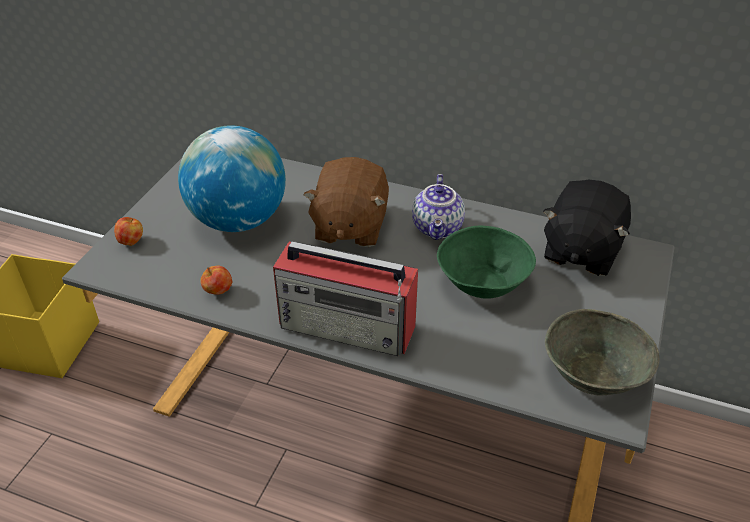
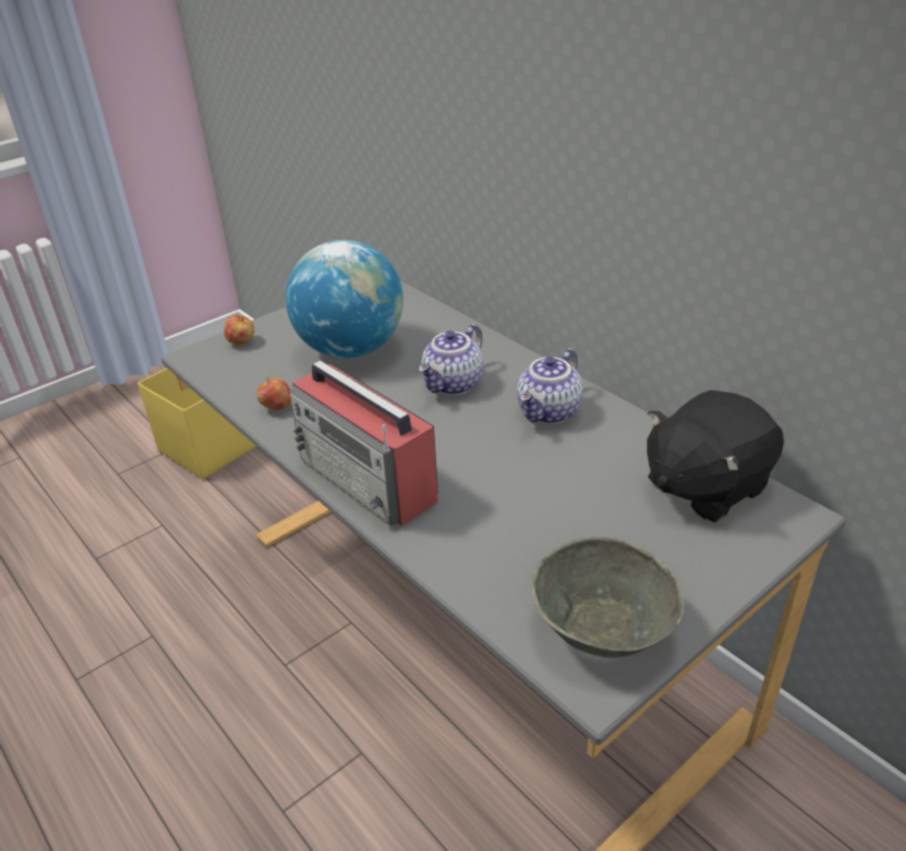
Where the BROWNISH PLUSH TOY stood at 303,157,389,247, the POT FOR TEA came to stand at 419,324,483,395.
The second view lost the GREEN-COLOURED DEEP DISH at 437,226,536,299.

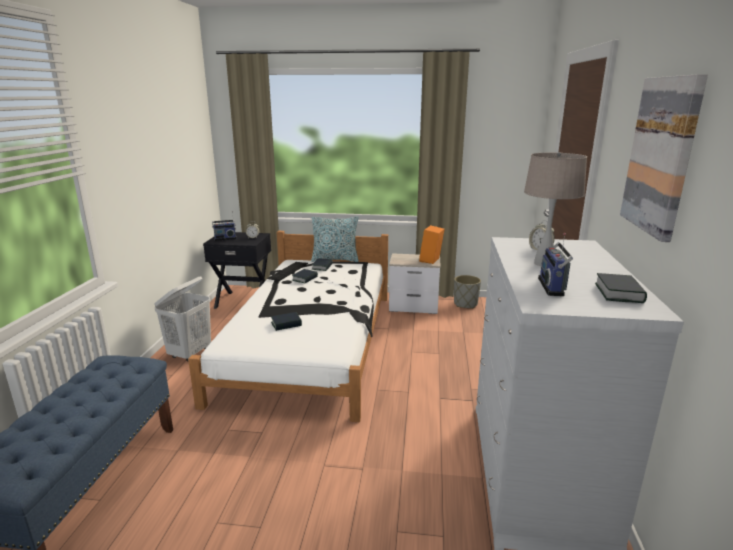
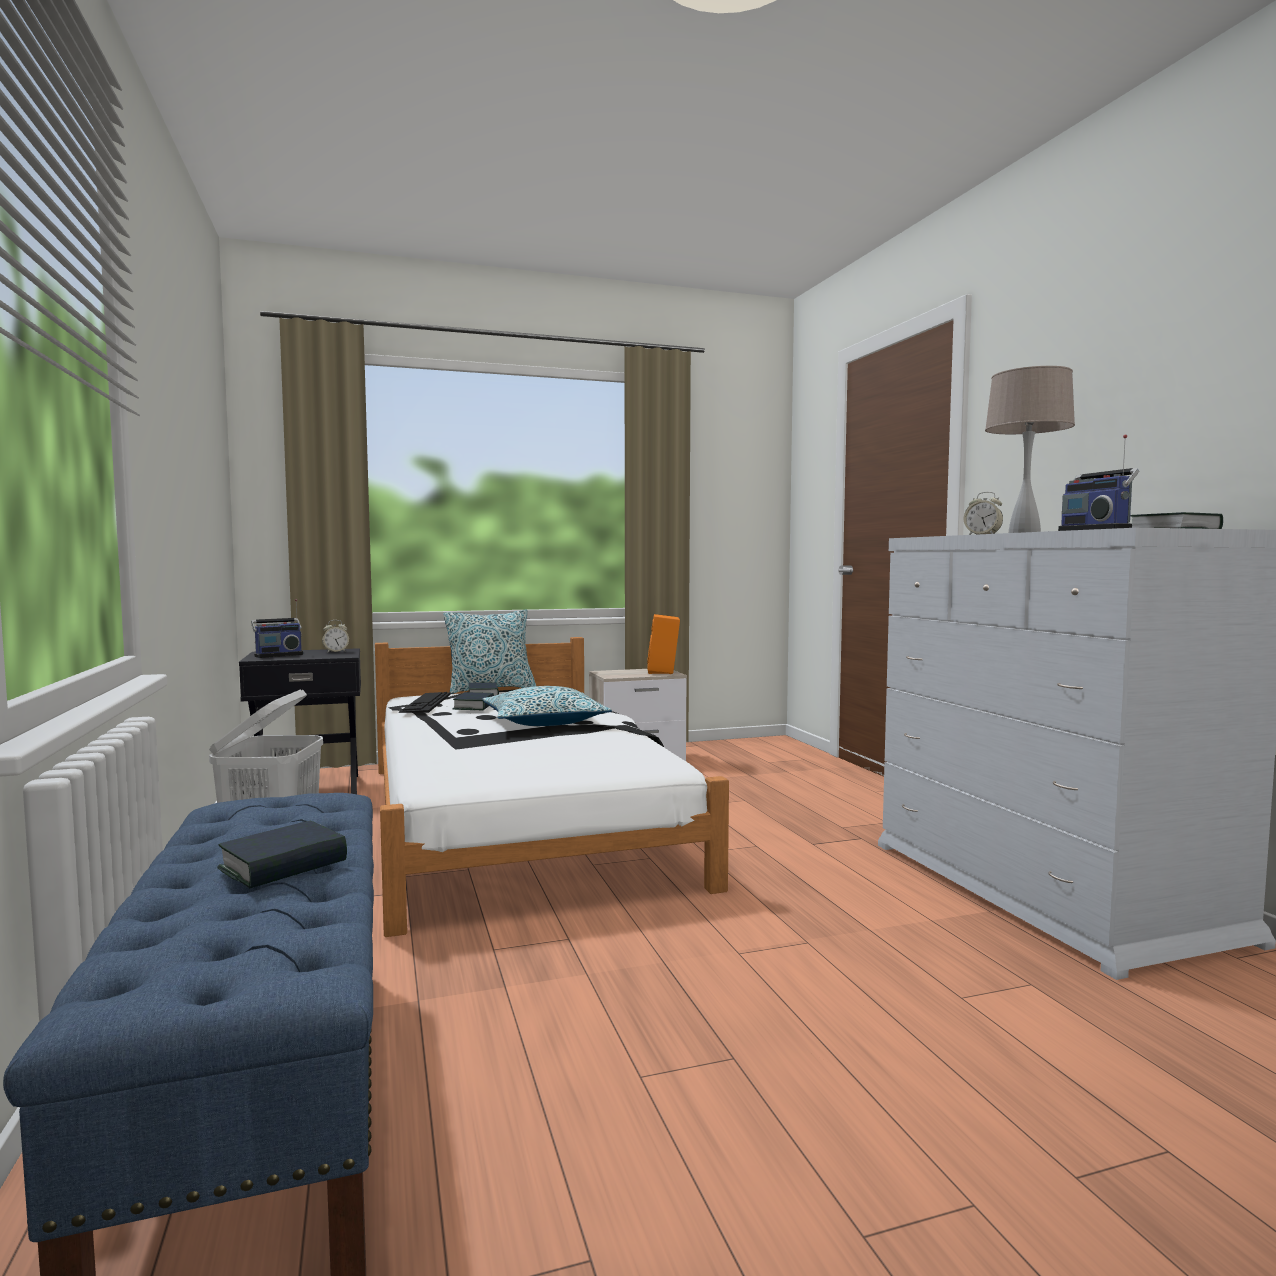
The BOOK ended up elsewhere, having gone from 271,312,302,331 to 217,821,347,888.
The second view gained the CUSHION at 483,686,612,726.
The second view lost the GREYISH PLANTER at 454,275,481,308.
The second view lost the PICTURE at 620,74,708,242.

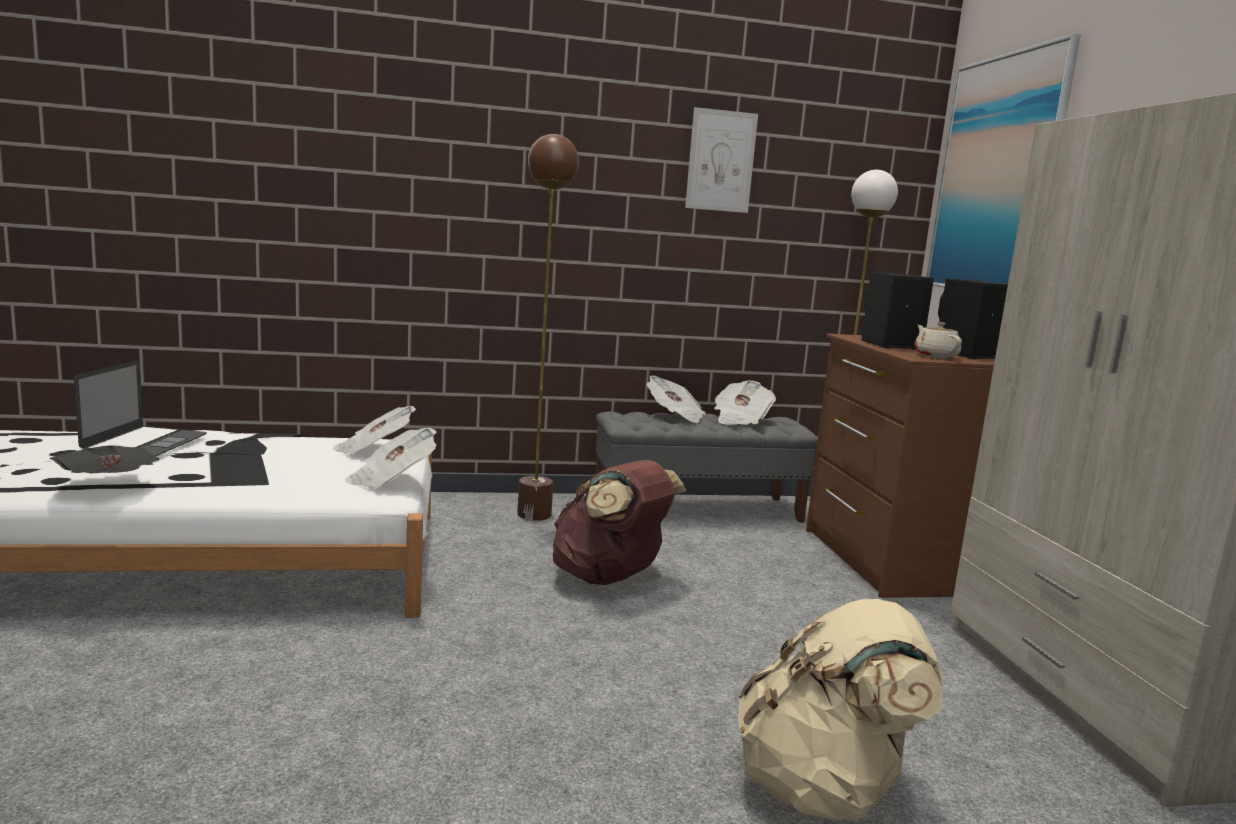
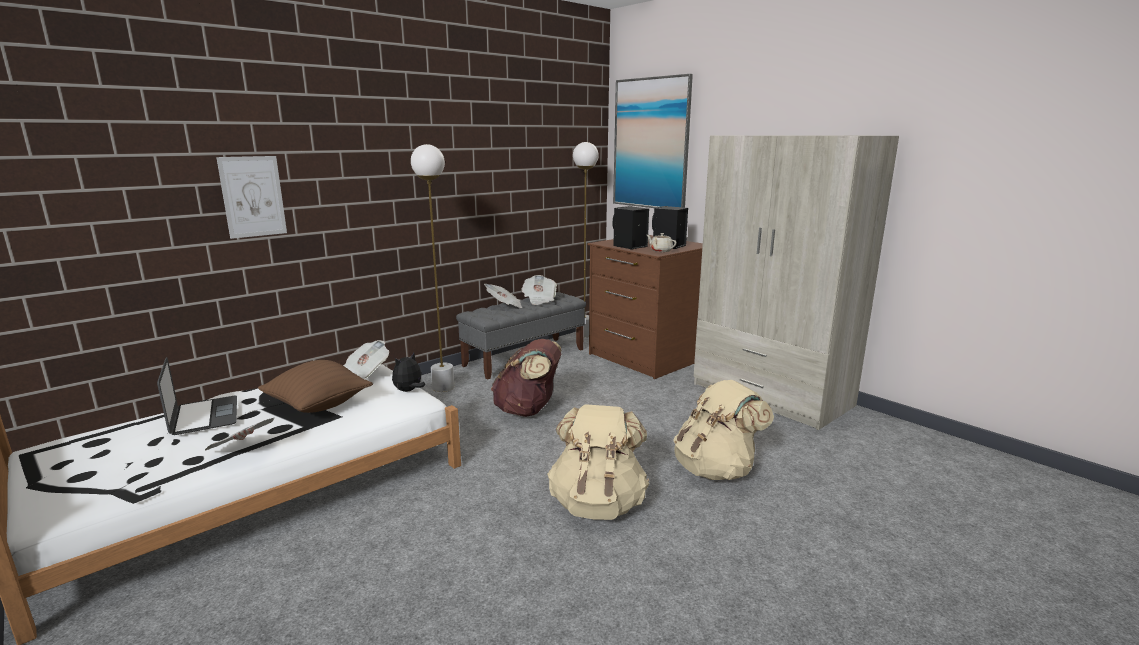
The PICTURE ended up elsewhere, having gone from 685,107,758,213 to 216,156,287,239.
The second view gained the BROWNISH CUSHION at 258,360,373,413.
Where the NEWSPAPER stood at 345,428,437,488, the PLUSH TOY came to stand at 392,353,426,392.
What was the BROWNISH STANDARD LAMP at 517,134,579,521 turned into the WHITISH STANDARD LAMP at 411,144,454,392.
The second view gained the BEIGE-COLOURED BACKPACK at 547,404,649,520.

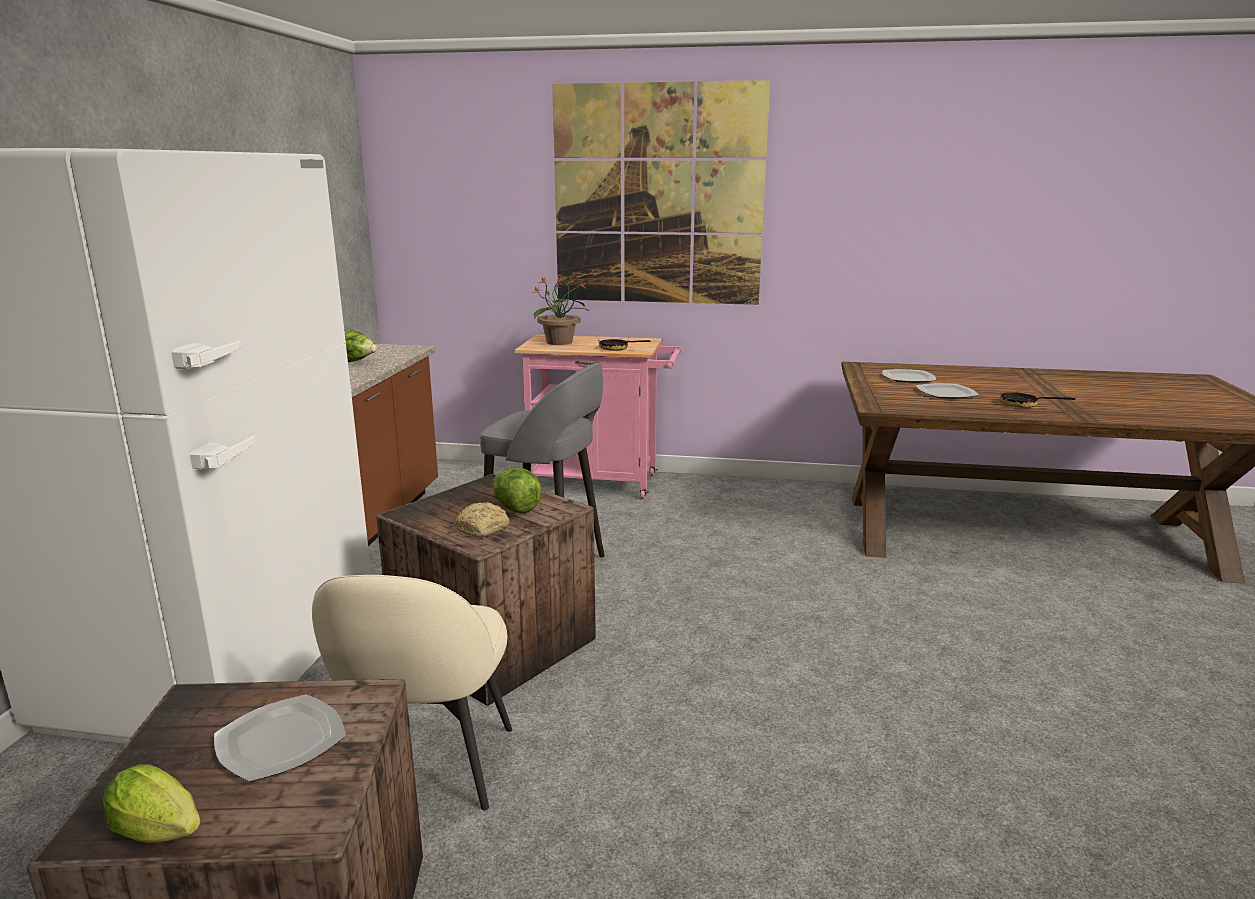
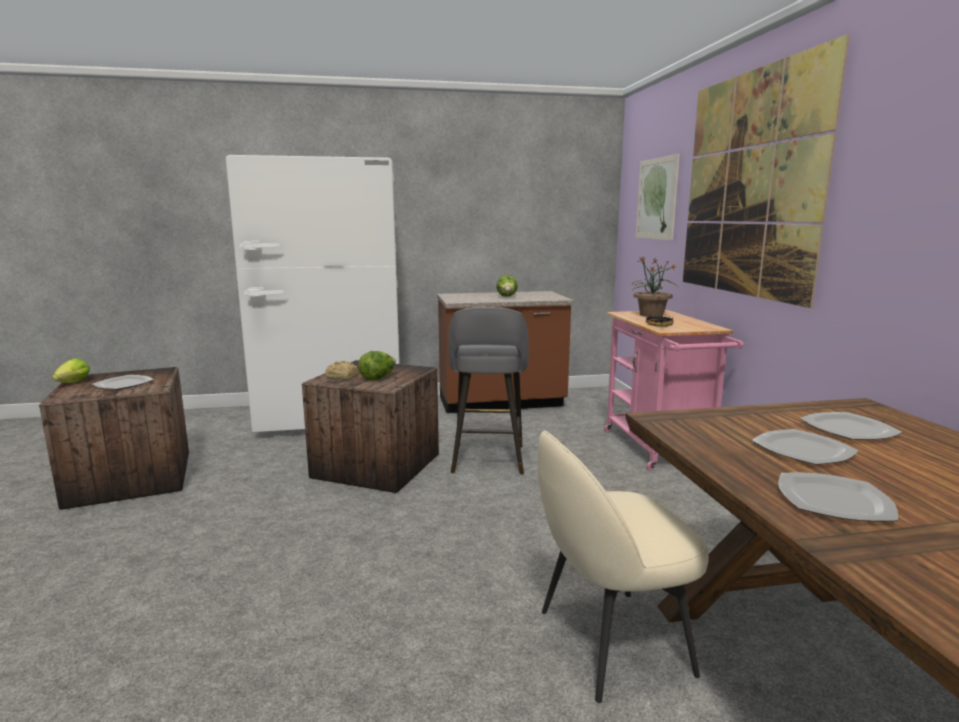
The BEIGE-COLOURED UPRIGHT CHAIR ended up elsewhere, having gone from 312,575,512,810 to 538,430,709,703.
The second view gained the PICTURE at 636,154,679,240.
Where the FRYING PAN stood at 1000,388,1076,408, the FLAT DISH came to stand at 778,473,898,521.

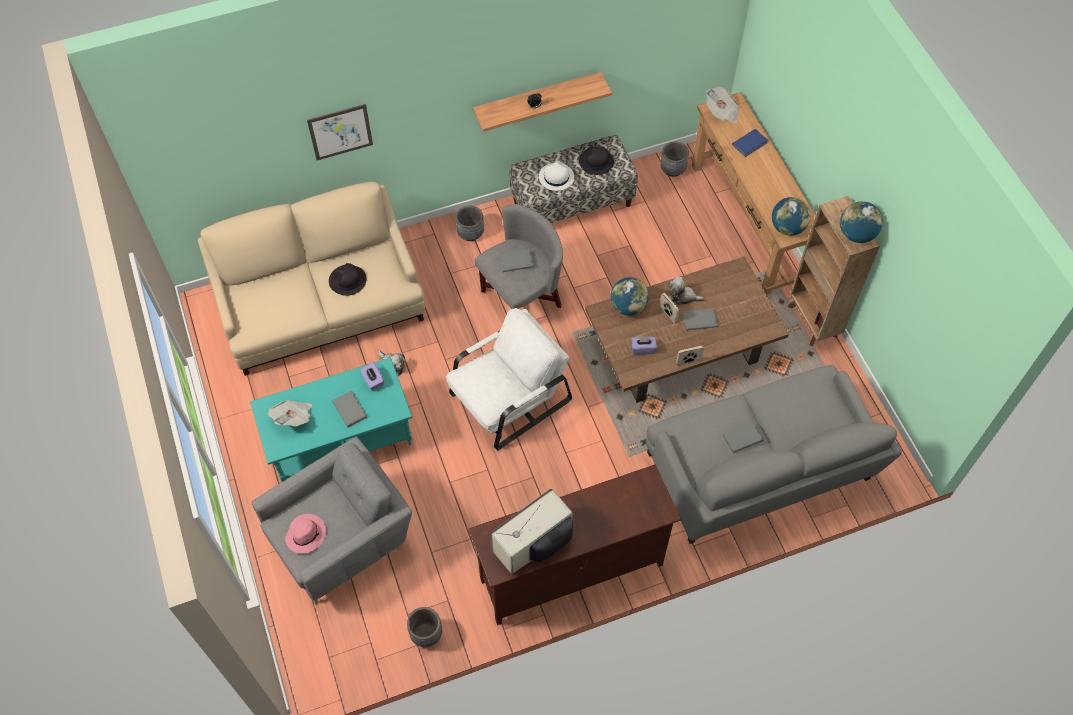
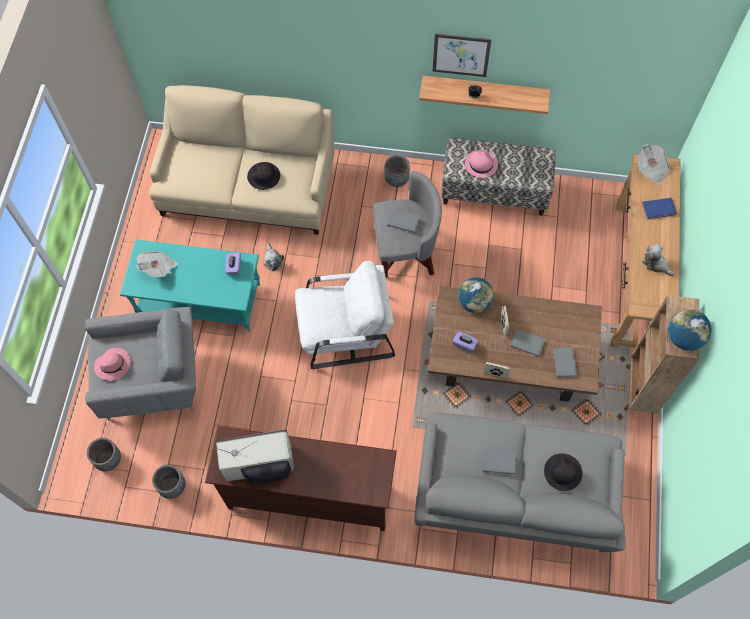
The GREYISH PLANTER ended up elsewhere, having gone from 660,141,689,177 to 87,438,121,471.
The PICTURE ended up elsewhere, having gone from 307,104,373,160 to 433,33,491,77.
What was the WHITISH HAT at 539,161,574,191 turned into the PINKISH HAT at 465,150,498,178.
The BLACK-COLOURED HAT ended up elsewhere, having gone from 579,146,614,175 to 544,453,582,491.
The GREYISH BOOK ended up elsewhere, having gone from 332,390,367,427 to 553,347,577,378.
The PLUSH TOY ended up elsewhere, having gone from 668,276,705,305 to 642,244,674,276.
The second view lost the WORLD GLOBE at 772,197,811,236.

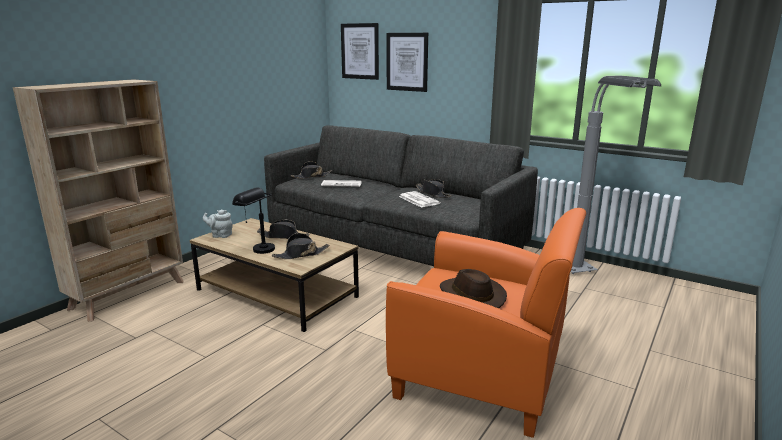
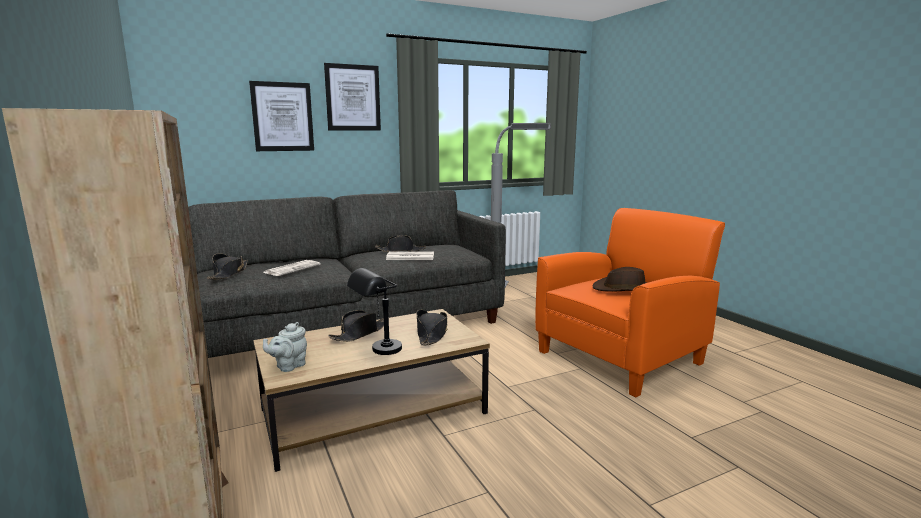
The PICTURE ended up elsewhere, having gone from 341,23,379,80 to 324,63,381,131.

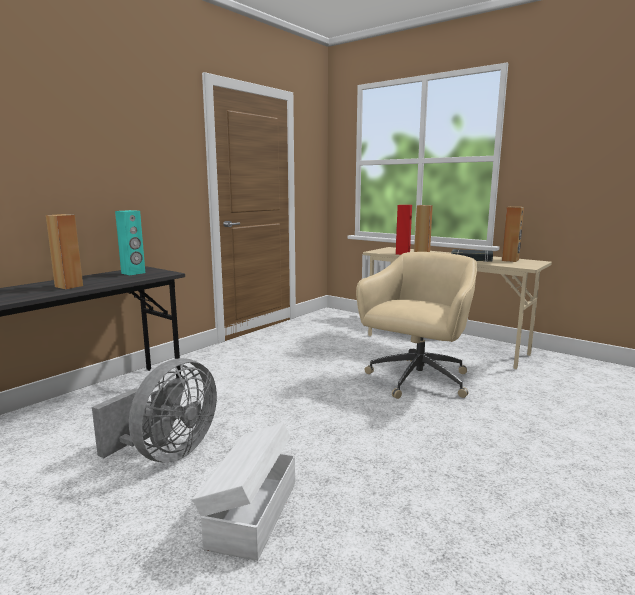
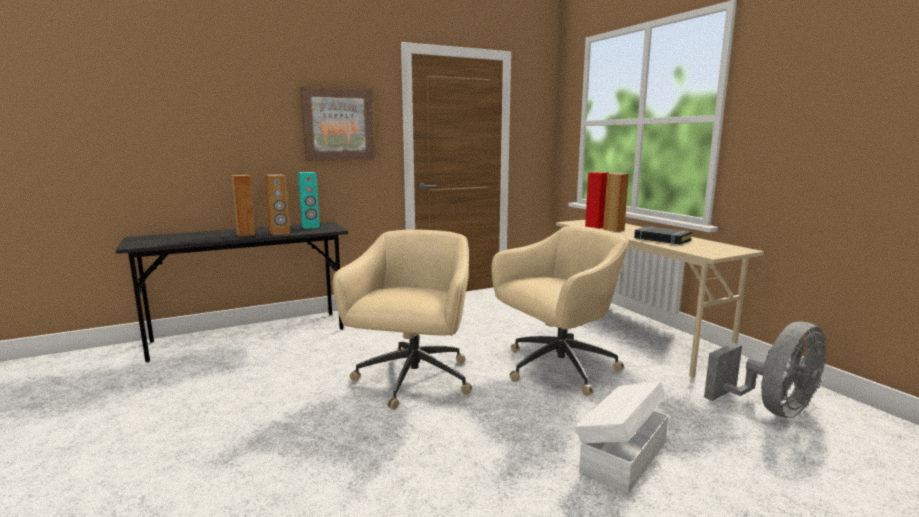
The BROWNISH LOUDSPEAKER ended up elsewhere, having gone from 502,207,524,262 to 265,174,290,235.
The second view gained the PICTURE at 300,87,375,161.
The second view gained the BEIGE-COLOURED OFFICE CHAIR at 333,229,472,410.
The WHITISH STORAGE CONTAINER ended up elsewhere, having gone from 192,422,295,561 to 575,381,669,494.
The GREYISH ELECTRIC FAN ended up elsewhere, having gone from 92,358,217,463 to 704,321,826,418.

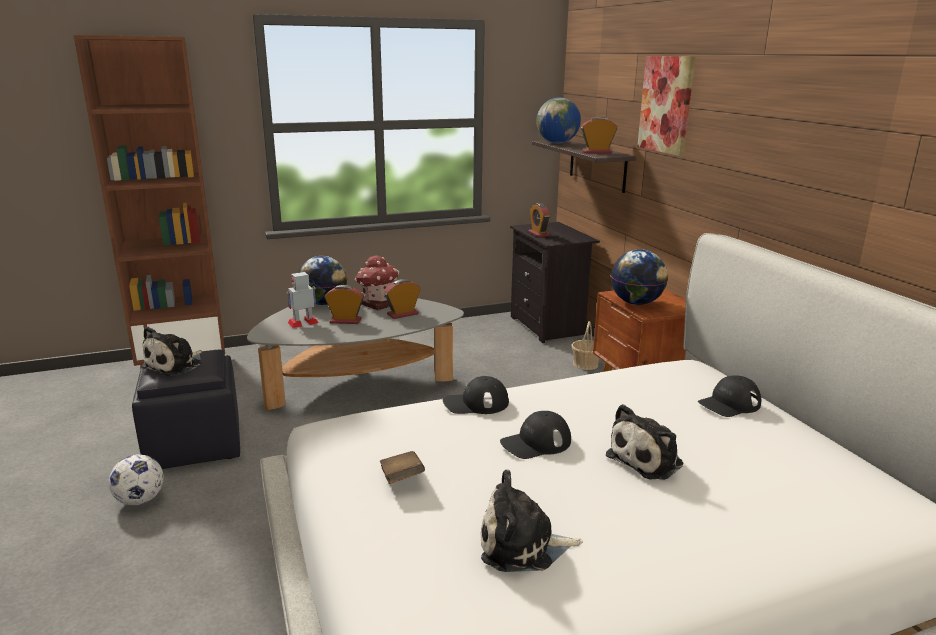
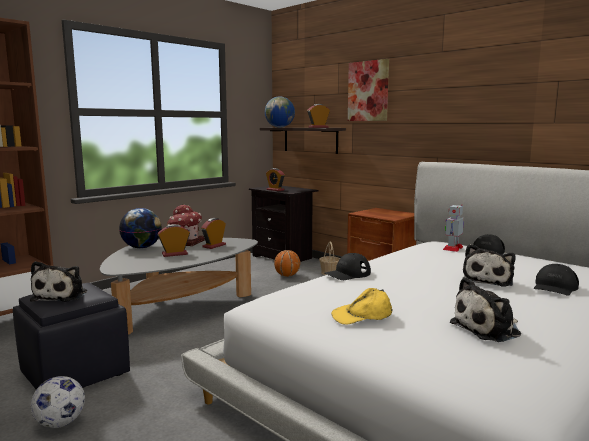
The second view gained the BASKETBALL at 274,250,300,277.
Where the BROWNISH BOOK stood at 380,451,425,484, the YELLOWISH BASEBALL CAP came to stand at 331,288,393,325.
The ROBOT FIGURE ended up elsewhere, having gone from 286,272,319,328 to 443,205,464,252.
The BLACK-COLOURED BASEBALL CAP ended up elsewhere, having gone from 500,411,571,459 to 534,264,579,295.
The second view lost the WORLD GLOBE at 611,249,668,305.

